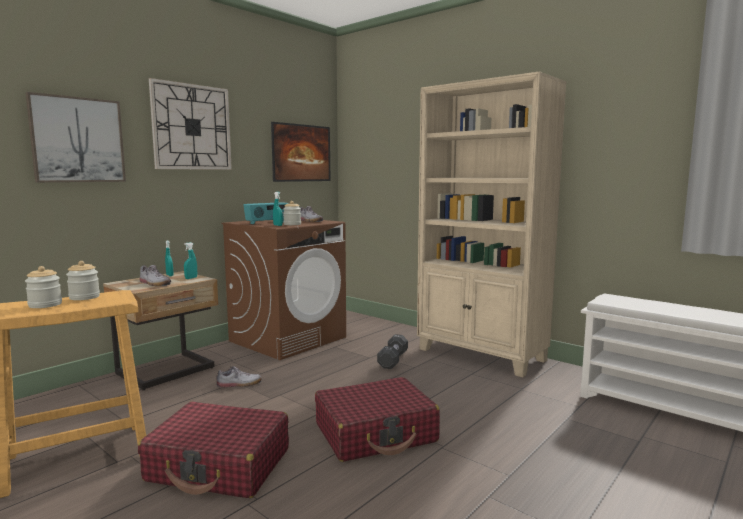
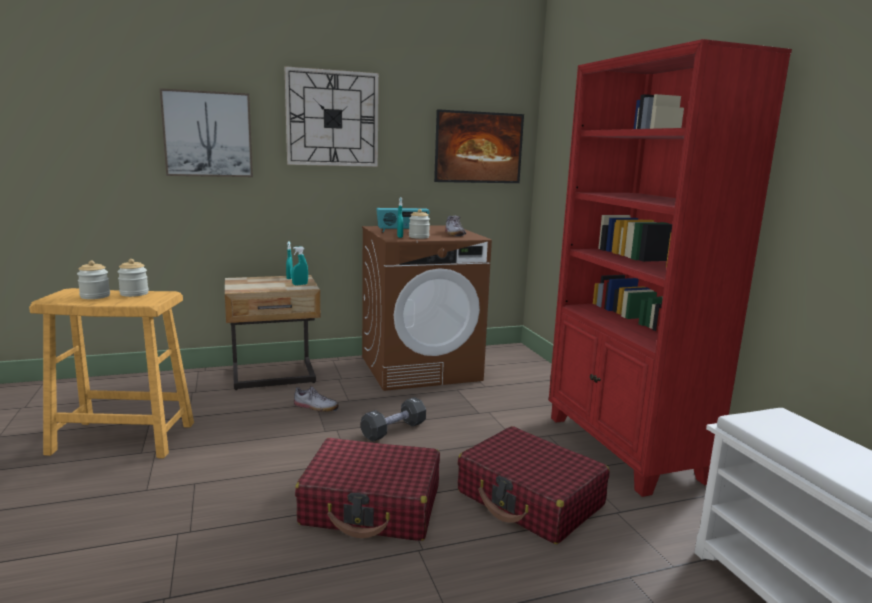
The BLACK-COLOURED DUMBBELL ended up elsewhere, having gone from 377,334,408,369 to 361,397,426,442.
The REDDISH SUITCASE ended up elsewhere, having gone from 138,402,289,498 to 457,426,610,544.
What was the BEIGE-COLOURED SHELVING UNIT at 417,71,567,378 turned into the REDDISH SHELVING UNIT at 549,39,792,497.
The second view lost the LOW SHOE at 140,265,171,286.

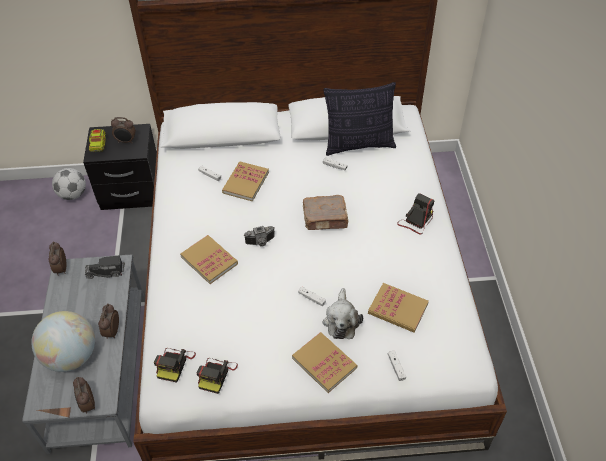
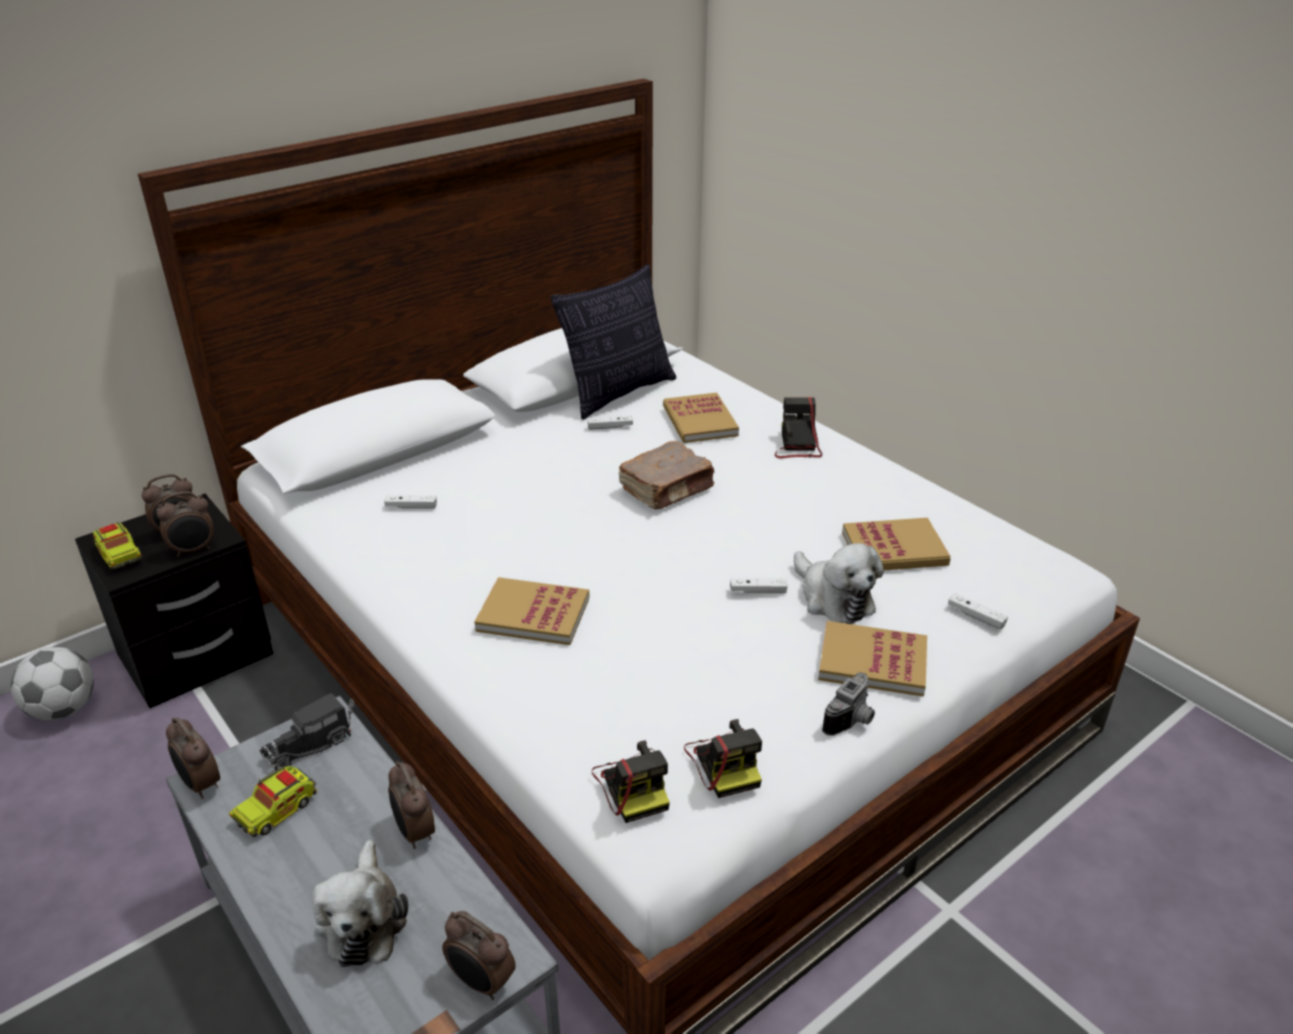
The second view gained the BEDSIDE CLOCK at 156,491,213,557.
The second view gained the TOY LORRY at 229,766,317,837.
Where the WORLD GLOBE stood at 31,311,95,372, the PLUSH TOY came to stand at 312,840,408,967.
The BOOK ended up elsewhere, having gone from 222,162,269,202 to 663,393,739,443.
The STILL CAMERA ended up elsewhere, having gone from 244,226,275,247 to 822,672,875,736.

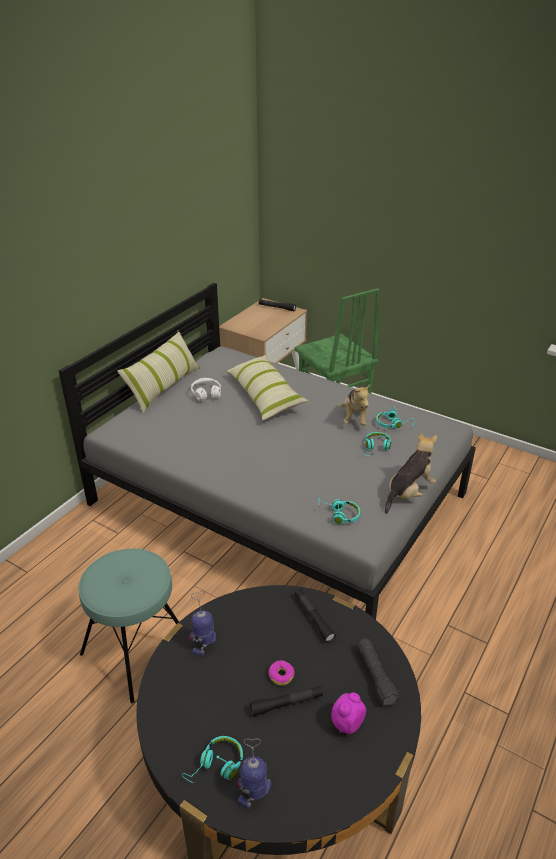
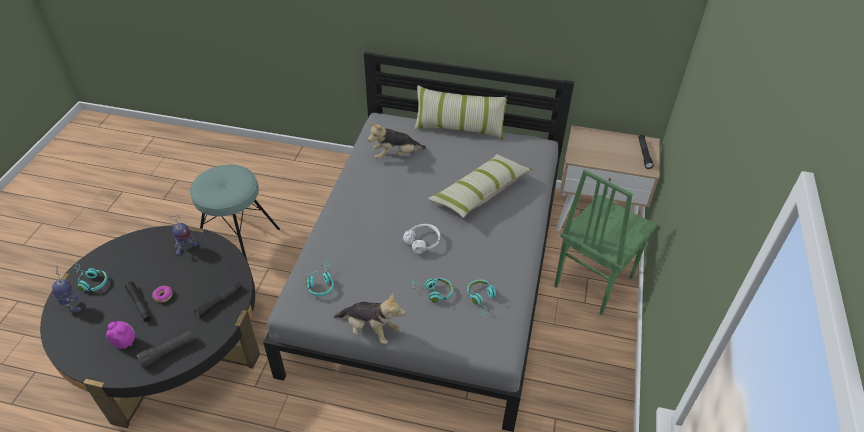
The ROBOT FIGURE at 189,591,216,656 ended up facing another way, 120 degrees clockwise from before.
The PLUSH TOY ended up elsewhere, having gone from 339,385,370,426 to 368,123,426,159.
The WHITISH PAIR OF HEADPHONES ended up elsewhere, having gone from 191,378,221,401 to 403,224,440,254.

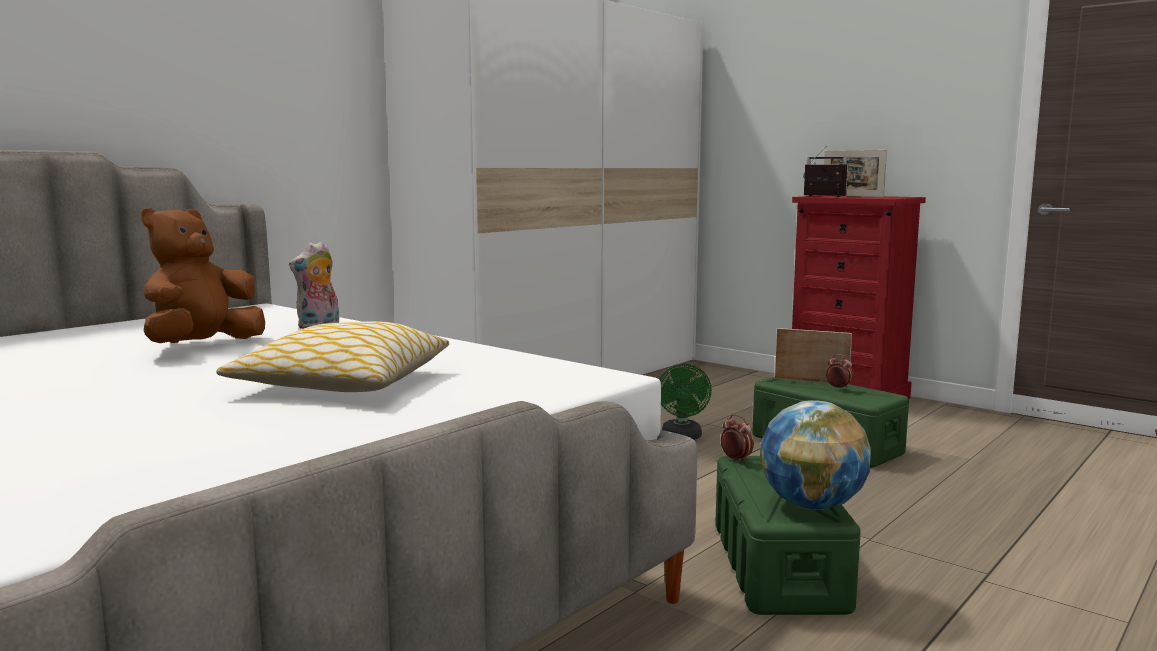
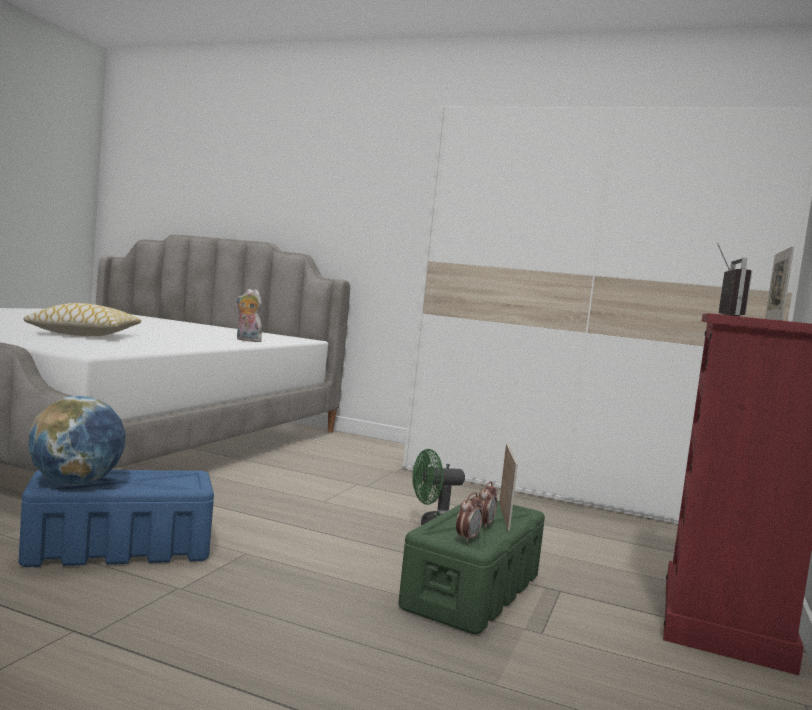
What was the GREEN-COLOURED STORAGE CONTAINER at 715,456,861,615 turned into the BLUISH STORAGE CONTAINER at 18,470,214,567.
The BEDSIDE CLOCK ended up elsewhere, having gone from 721,415,754,462 to 456,492,483,542.
The second view lost the BROWNISH PLUSH TOY at 141,208,265,343.

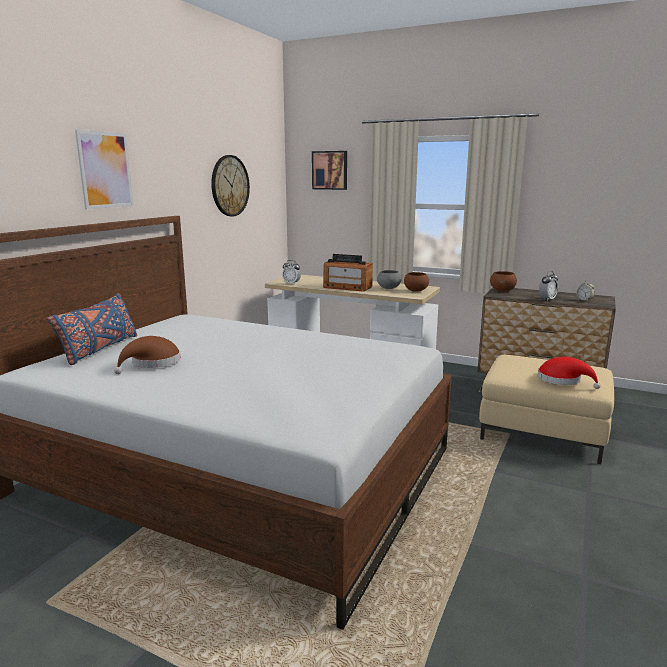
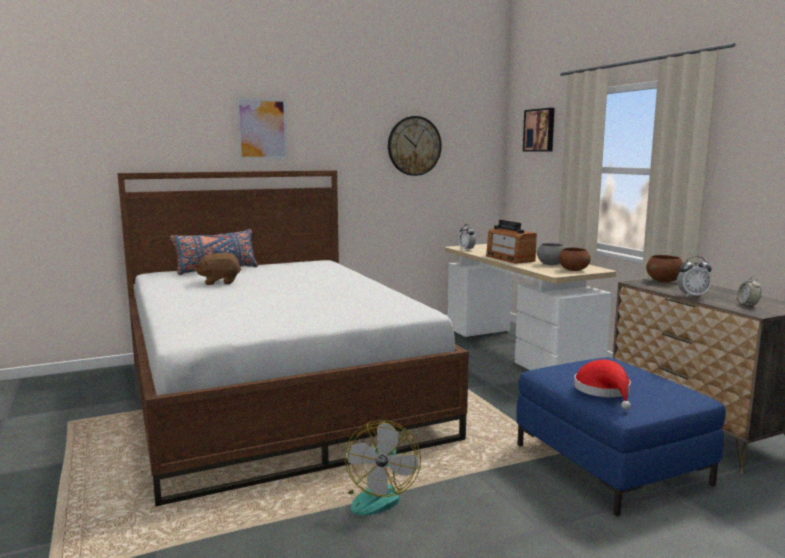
Where the BROWNISH HAT stood at 114,336,181,374, the BROWNISH PLUSH TOY came to stand at 195,253,241,285.
The second view gained the ELECTRIC FAN at 345,420,421,516.
What was the BEIGE-COLOURED FOOTREST at 479,355,614,464 turned into the BLUISH FOOTREST at 516,357,726,516.

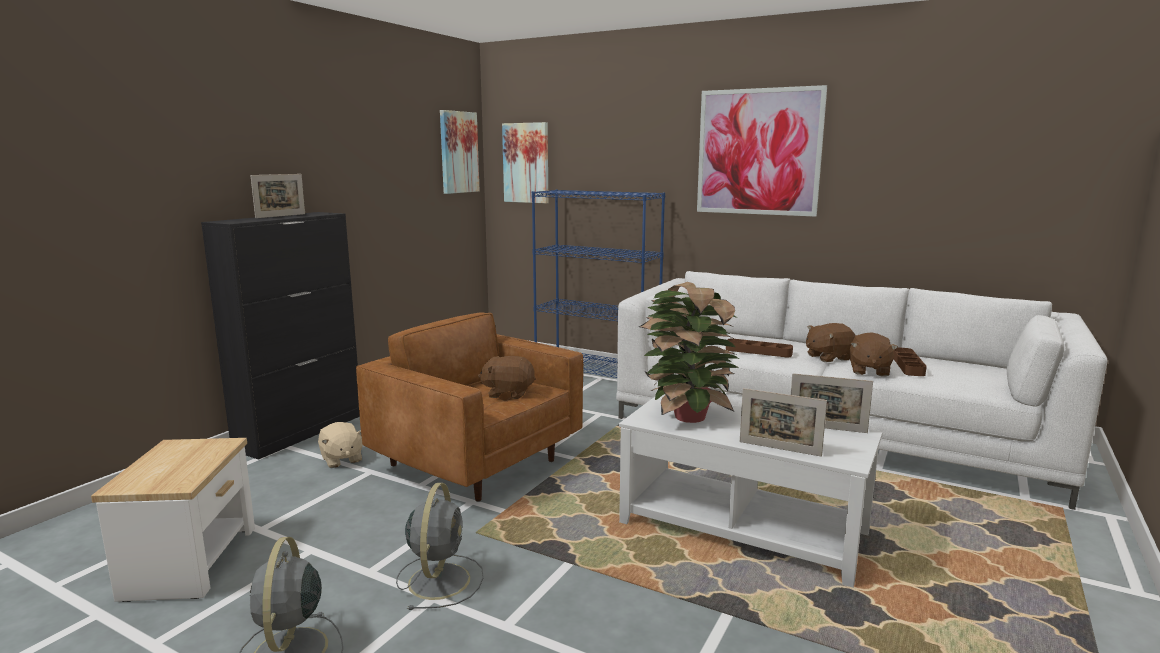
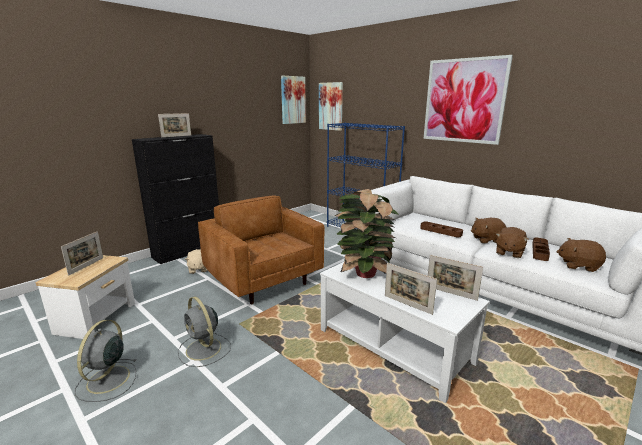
The second view gained the PHOTO FRAME at 61,231,103,276.
The GREYISH ELECTRIC FAN at 396,483,484,610 ended up facing another way, 120 degrees clockwise from before.
The BROWNISH PLUSH TOY ended up elsewhere, having gone from 478,356,535,399 to 556,238,606,272.

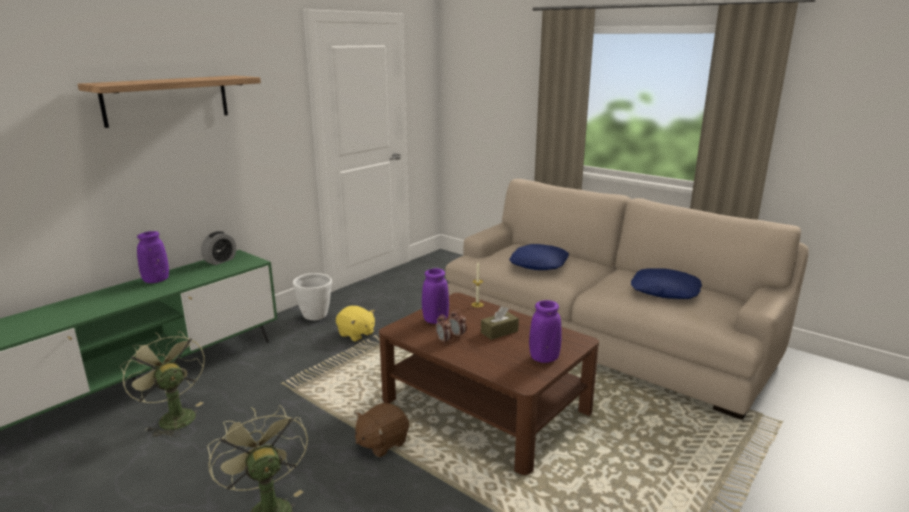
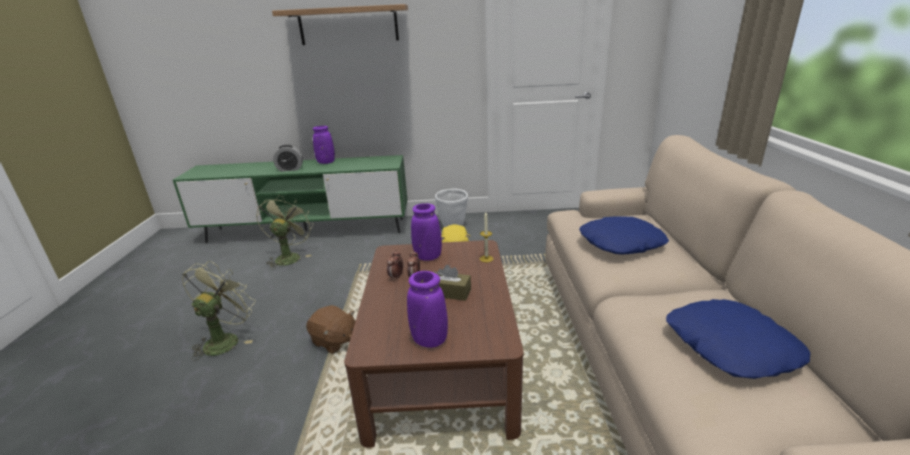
The BEDSIDE CLOCK ended up elsewhere, having gone from 201,231,236,265 to 273,145,303,172.
The BROWNISH PLUSH TOY at 355,403,409,457 ended up facing another way, 150 degrees counterclockwise from before.

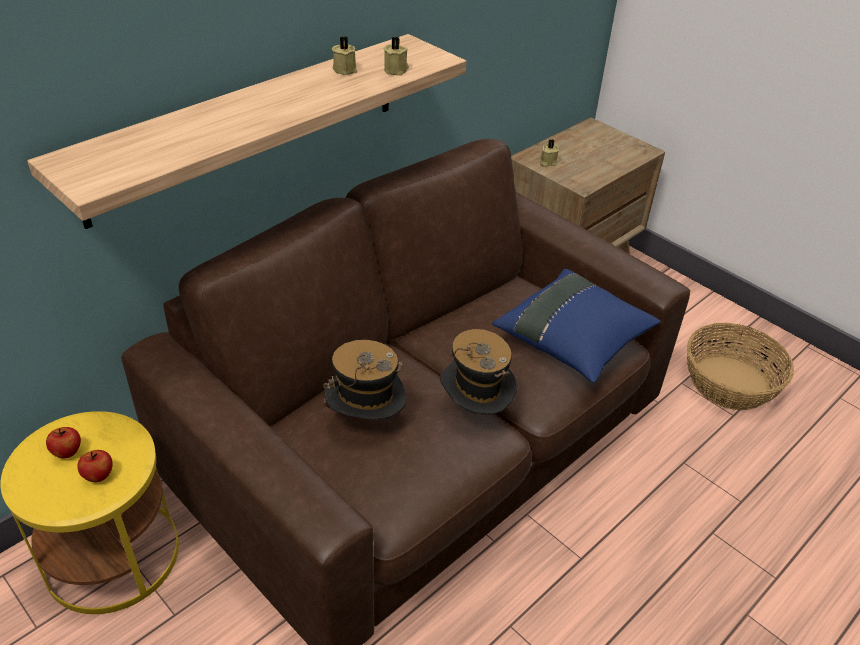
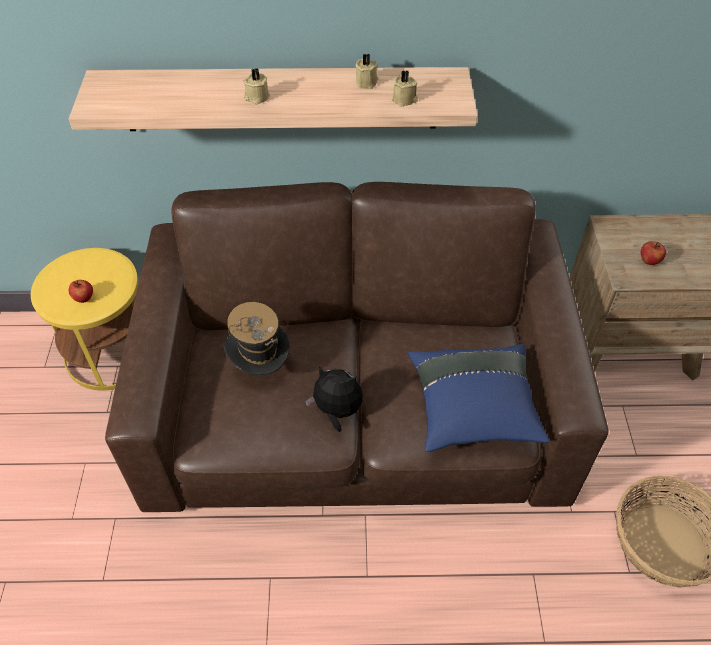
The BEIGE-COLOURED WAX LIGHT ended up elsewhere, having gone from 540,139,559,167 to 244,68,270,104.
Where the HAT stood at 440,329,517,415, the PLUSH TOY came to stand at 305,367,363,432.
The APPLE FRUIT ended up elsewhere, having gone from 46,427,81,459 to 641,241,666,265.

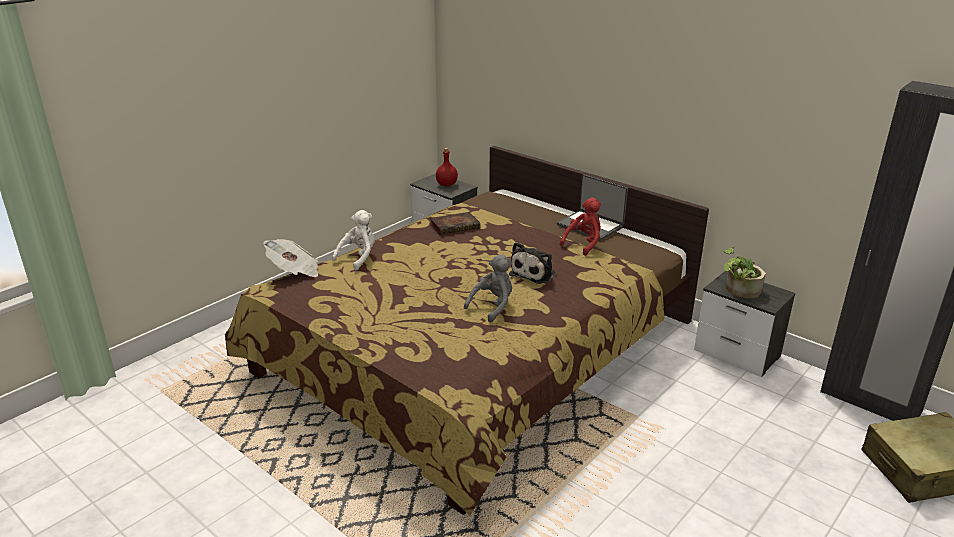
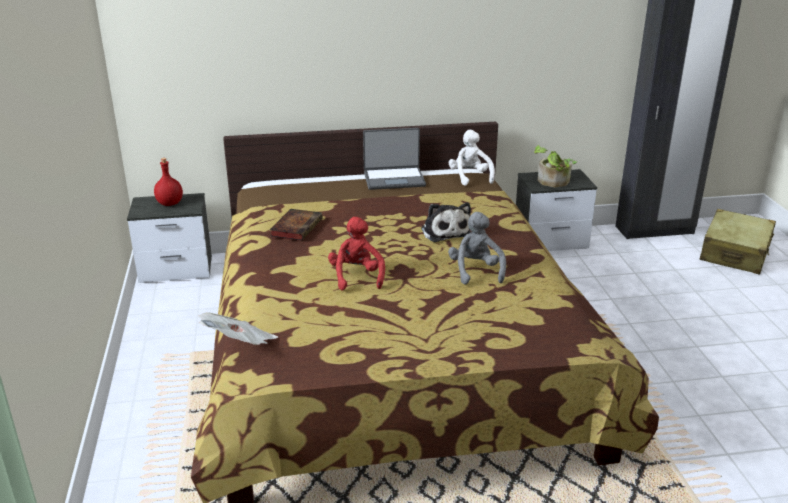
The REDDISH PLUSH TOY ended up elsewhere, having gone from 560,198,601,256 to 328,217,385,291.
The WHITISH PLUSH TOY ended up elsewhere, having gone from 332,210,375,270 to 448,130,495,186.

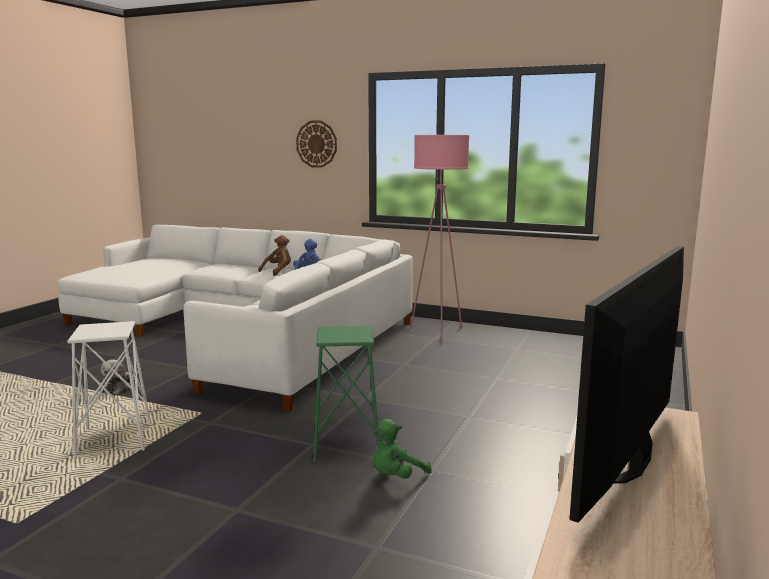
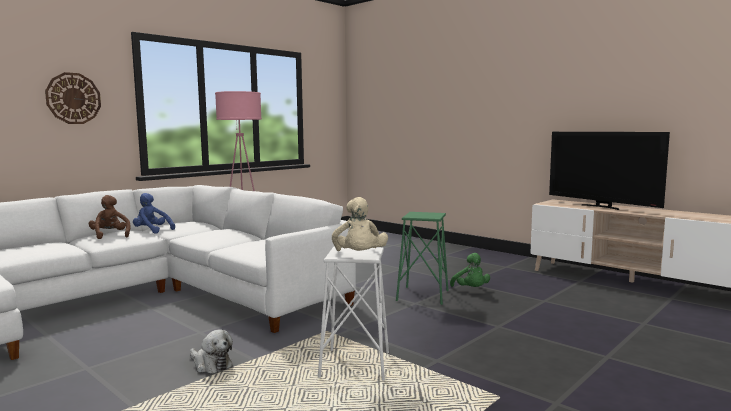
The second view gained the BEIGE-COLOURED PLUSH TOY at 332,197,388,251.

